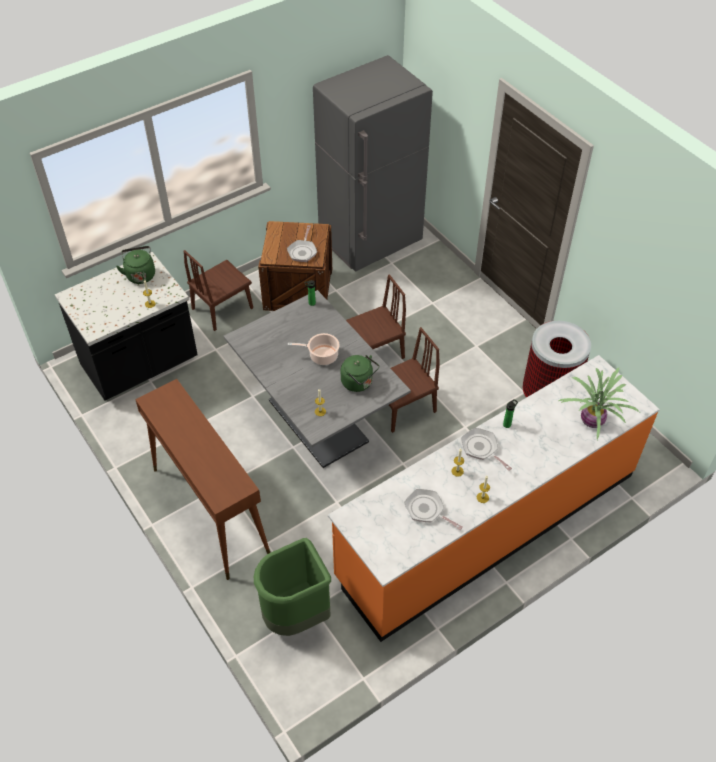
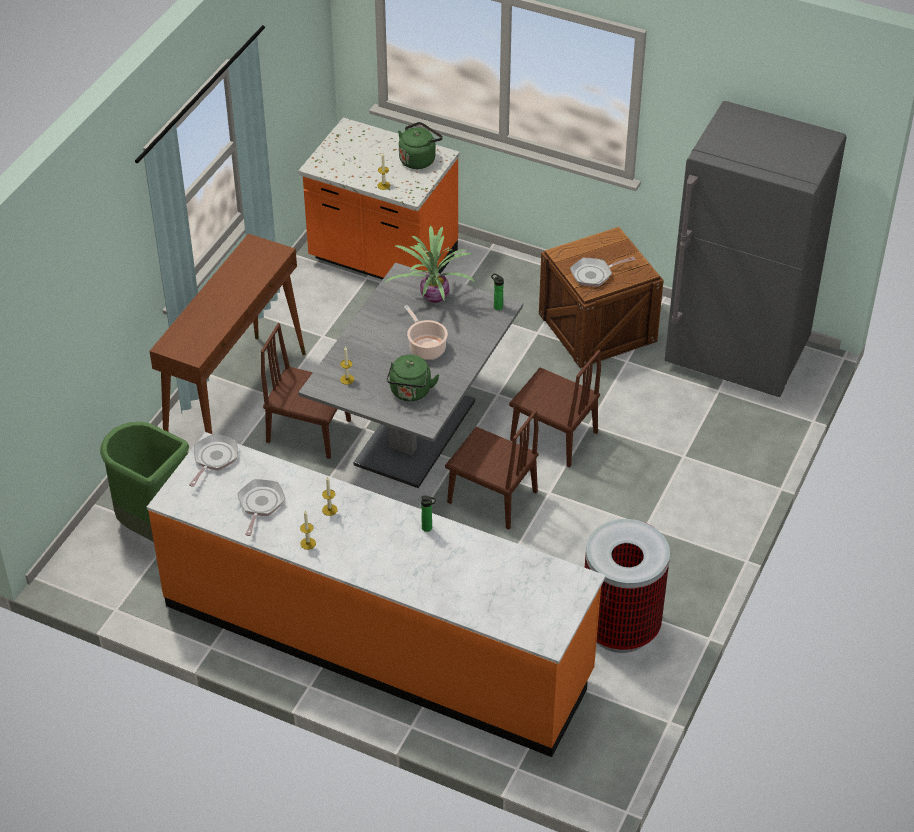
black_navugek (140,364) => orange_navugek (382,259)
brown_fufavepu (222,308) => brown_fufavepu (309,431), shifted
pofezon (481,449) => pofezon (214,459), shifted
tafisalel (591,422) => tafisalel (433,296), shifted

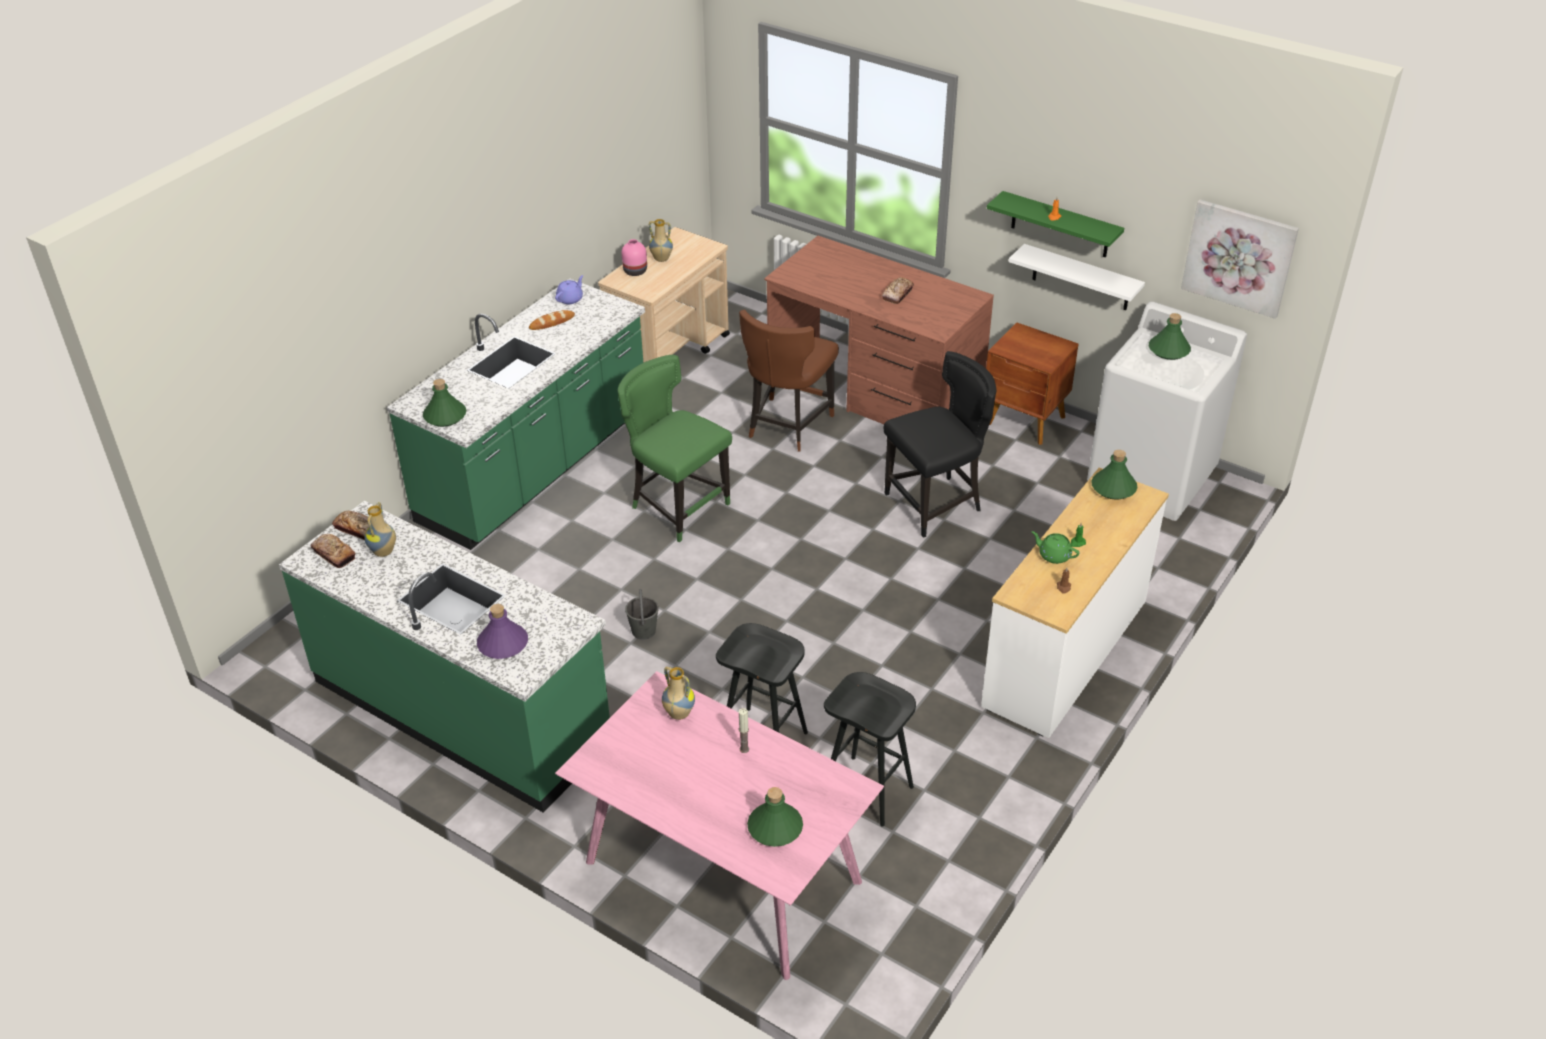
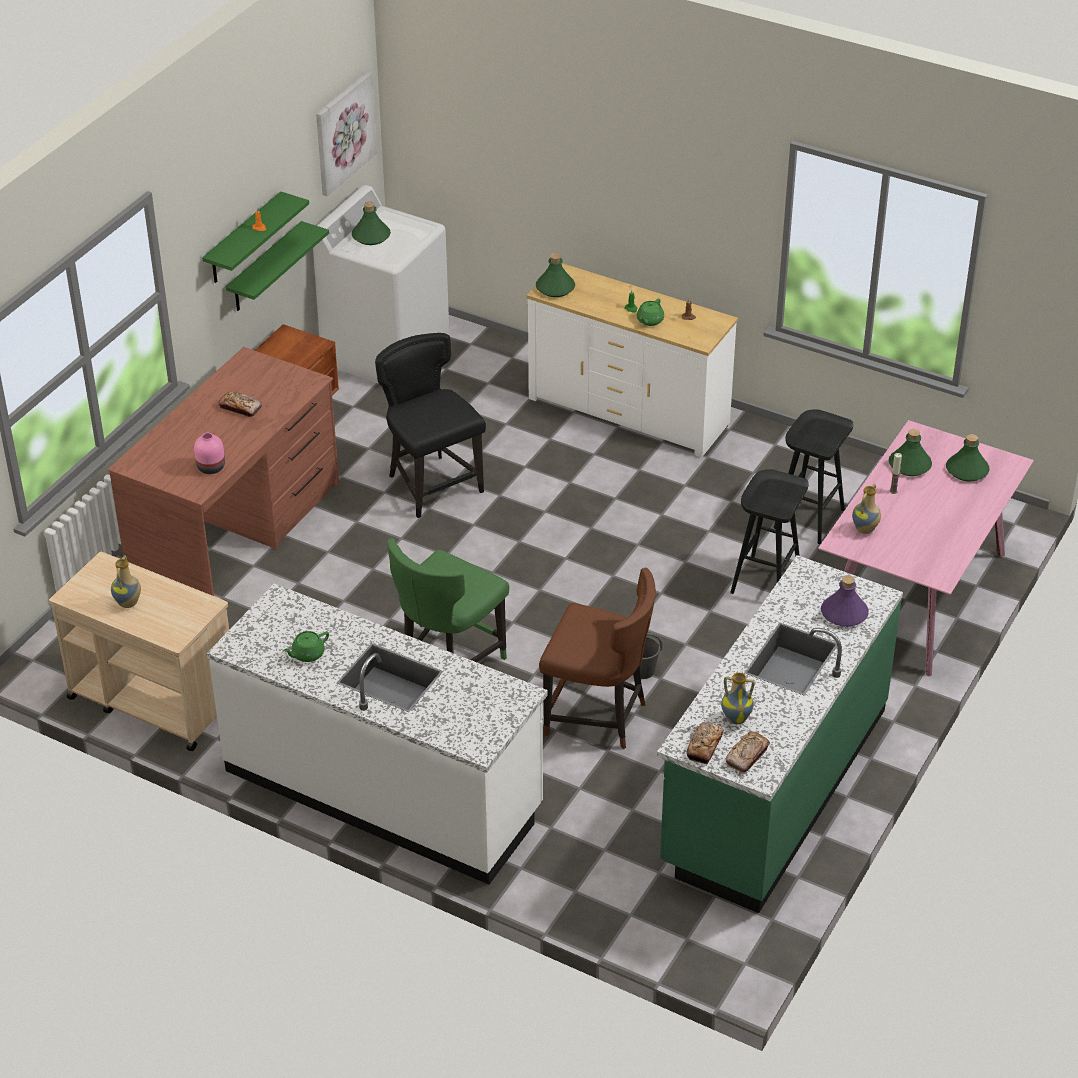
green_navugek (536,468) => white_navugek (384,790)
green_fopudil (445,416) => green_fopudil (909,465), shifted
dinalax (552,322) => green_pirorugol (307,654)
purple_pirorugol (570,299) => nothing
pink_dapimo (634,271) => pink_dapimo (211,468), shifted
brown_fufavepu (787,426) => brown_fufavepu (598,717), shifted
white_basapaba (1081,278) => green_basapaba (265,268)

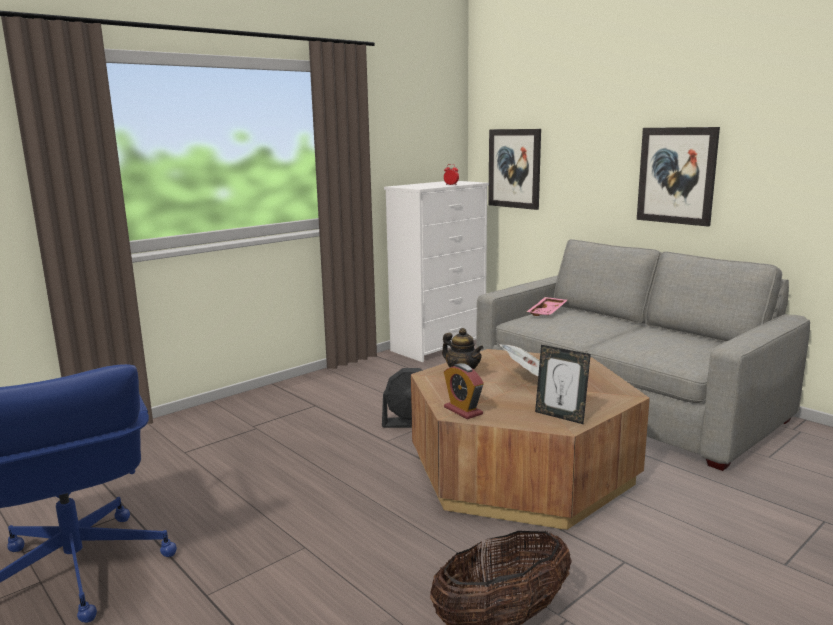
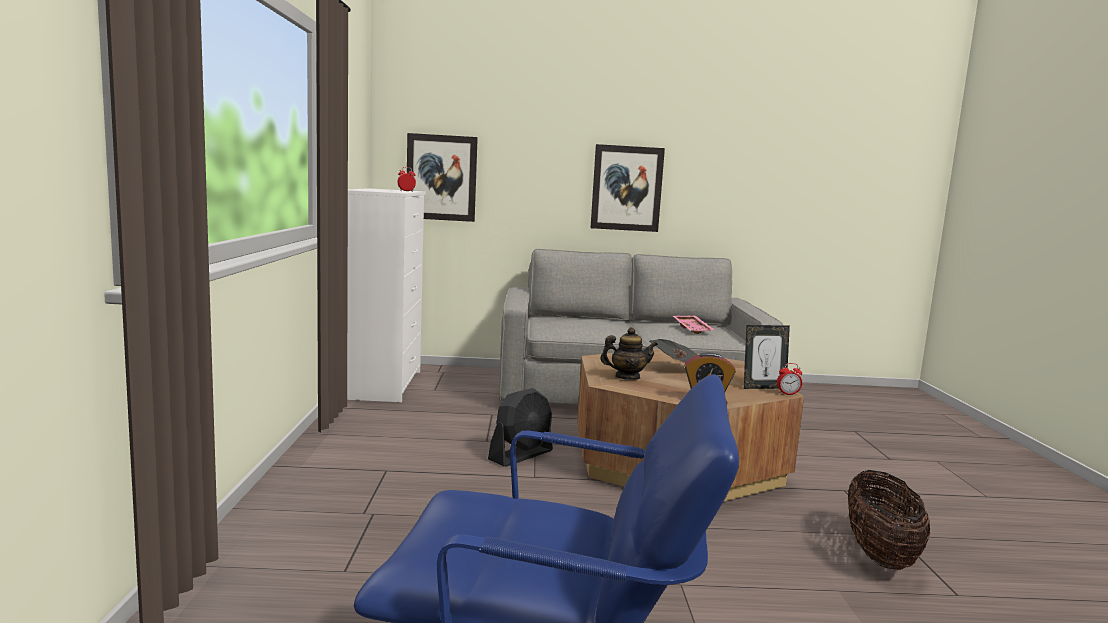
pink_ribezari (548,312) => pink_ribezari (693,329), shifted
nothing => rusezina (788,394)

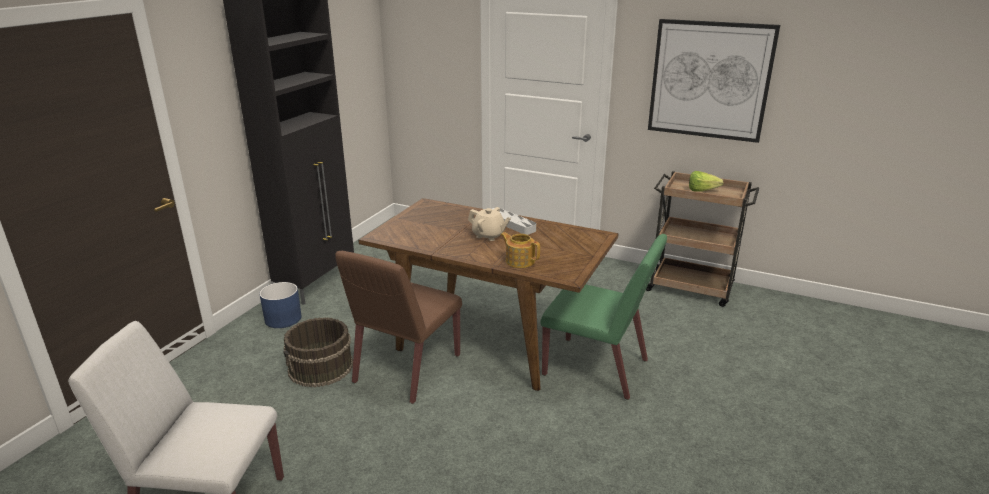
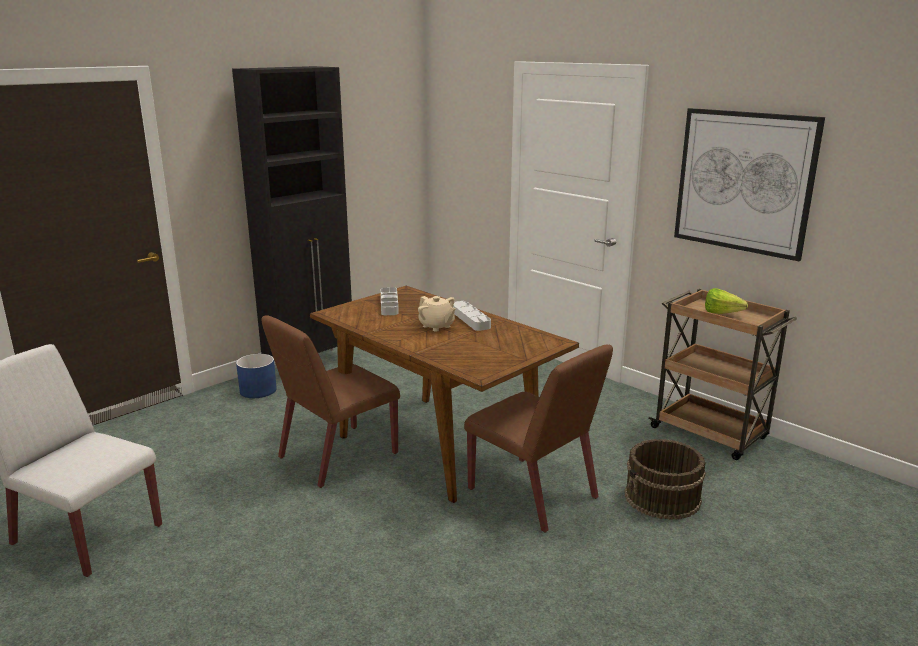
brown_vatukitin (321,368) => brown_vatukitin (662,498), shifted
pirorugol (519,261) => nothing
green_fufavepu (597,368) => brown_fufavepu (534,494)
nothing => grey_ribezari (389,304)

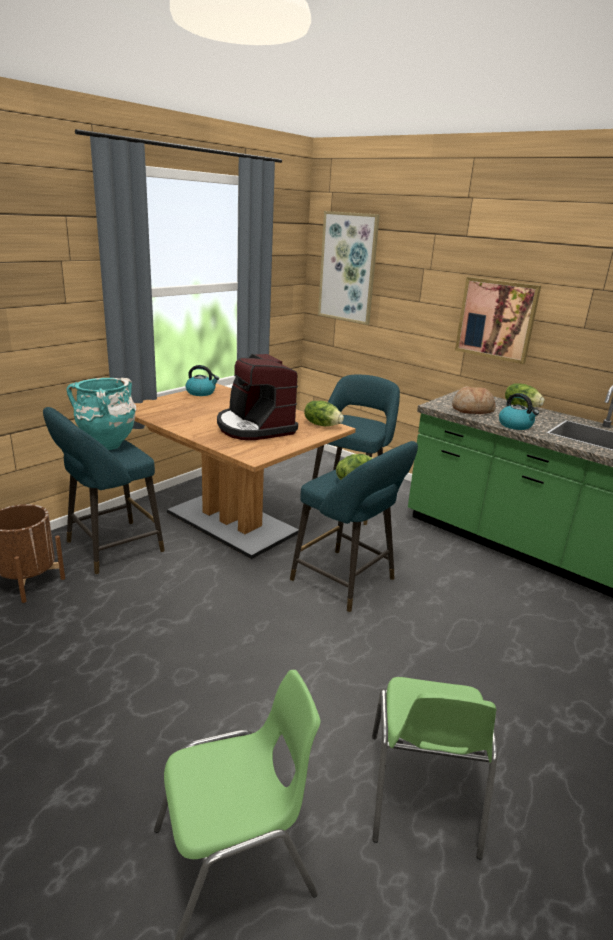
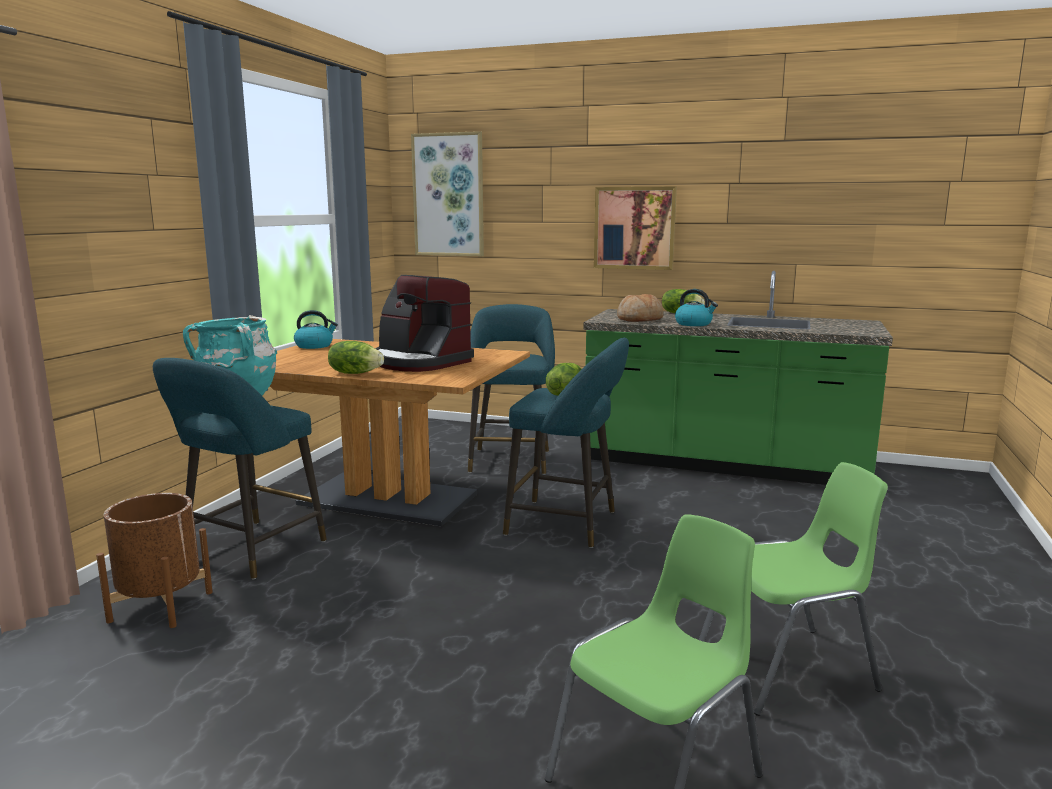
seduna (322,425) => seduna (355,373), shifted
green_fufavepu (422,794) => green_fufavepu (789,668), 90 degrees counterclockwise

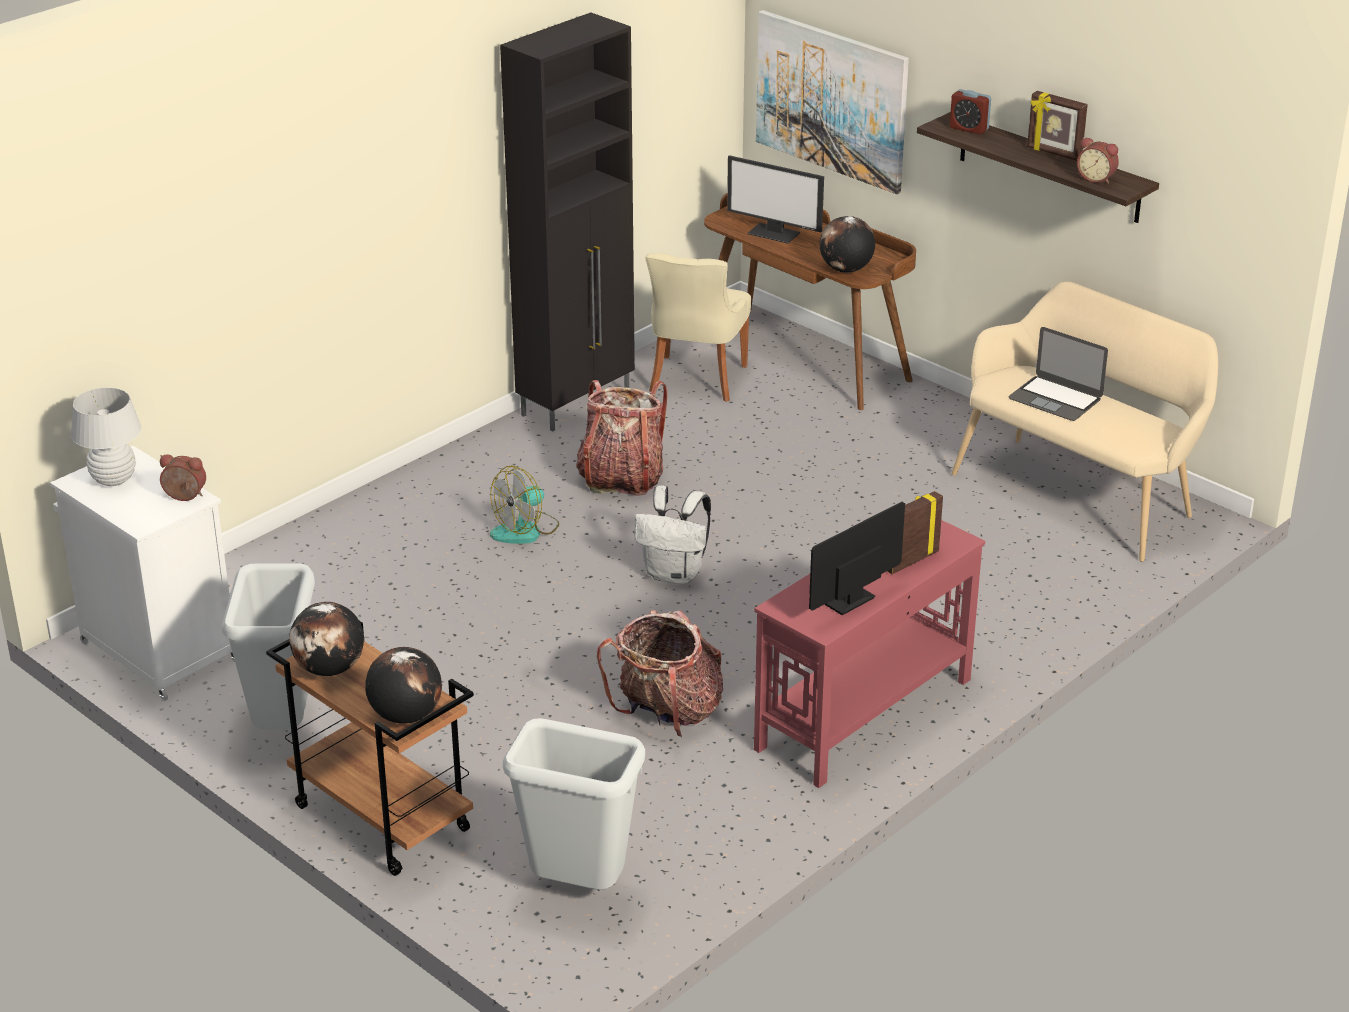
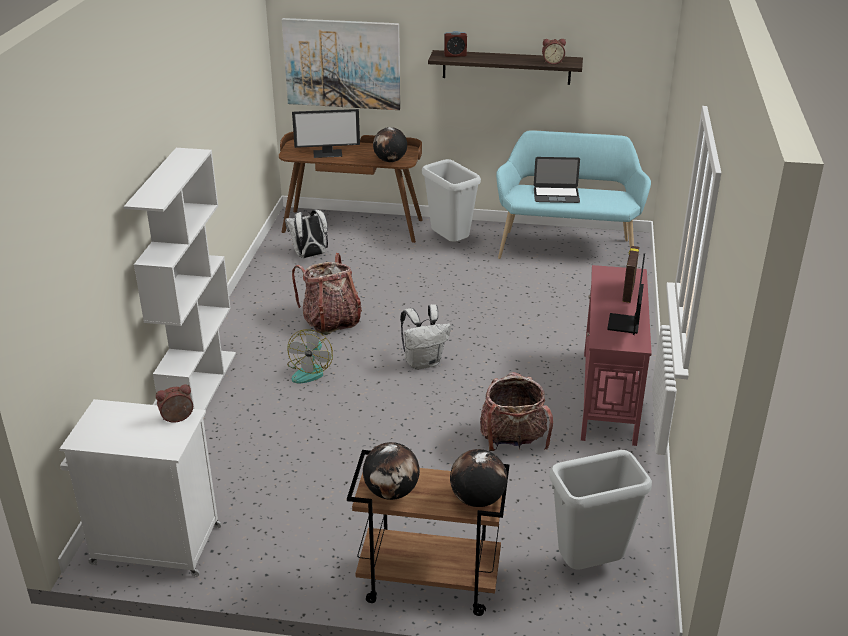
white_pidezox (113,479) => nothing
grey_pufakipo (285,726) => grey_pufakipo (450,243), shifted
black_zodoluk (577,403) => nothing
beige_fufavepu (696,380) => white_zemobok (310,255)
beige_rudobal (1080,493) => turquoise_rudobal (567,247)
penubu (1053,153) => nothing
nothing => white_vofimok (199,386)

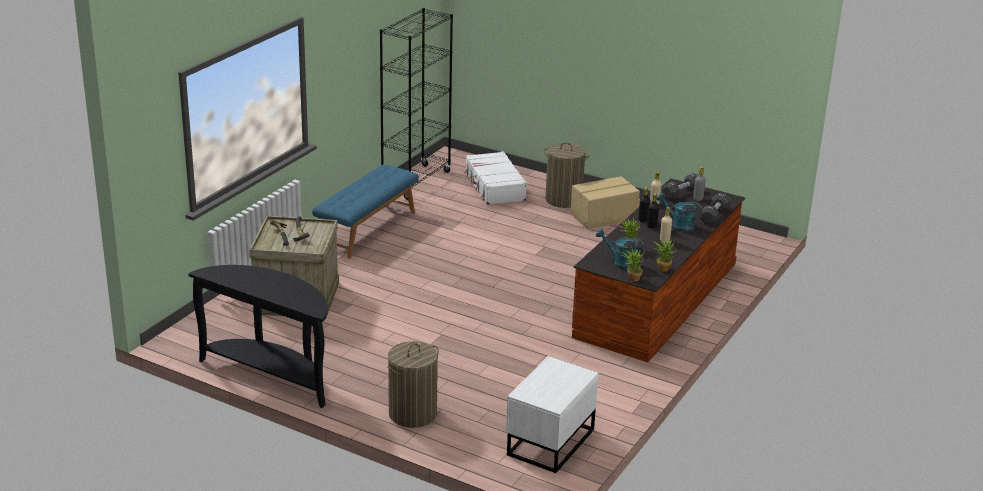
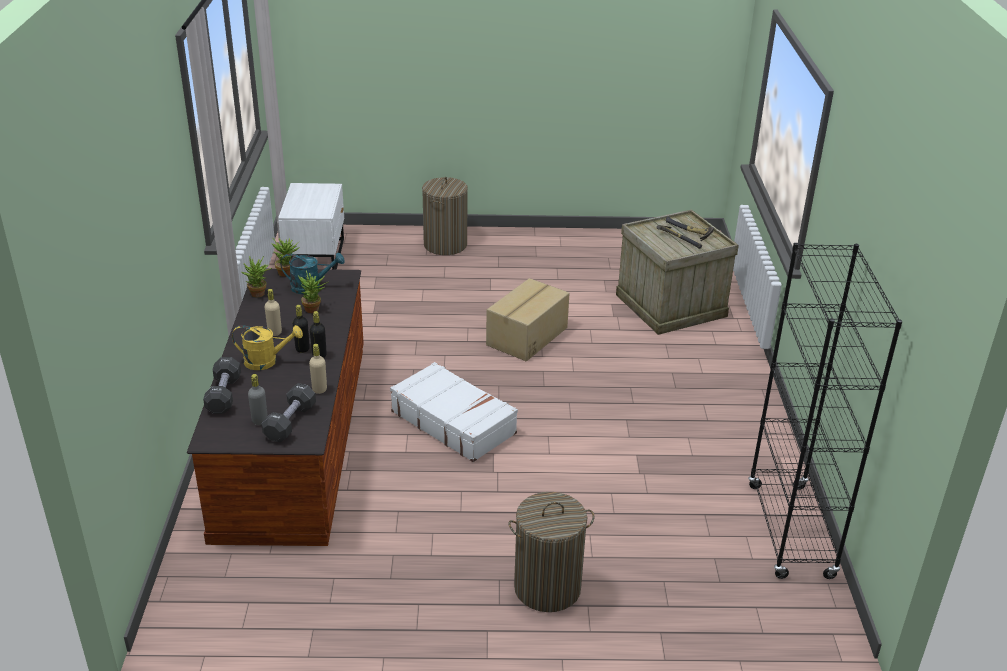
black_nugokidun (272,374) => nothing
blue_rudobal (366,229) => nothing
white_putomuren (494,187) => white_putomuren (453,422), shifted
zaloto (604,216) => zaloto (526,336), shifted
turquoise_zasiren (679,225) => yellow_zasiren (267,361)

